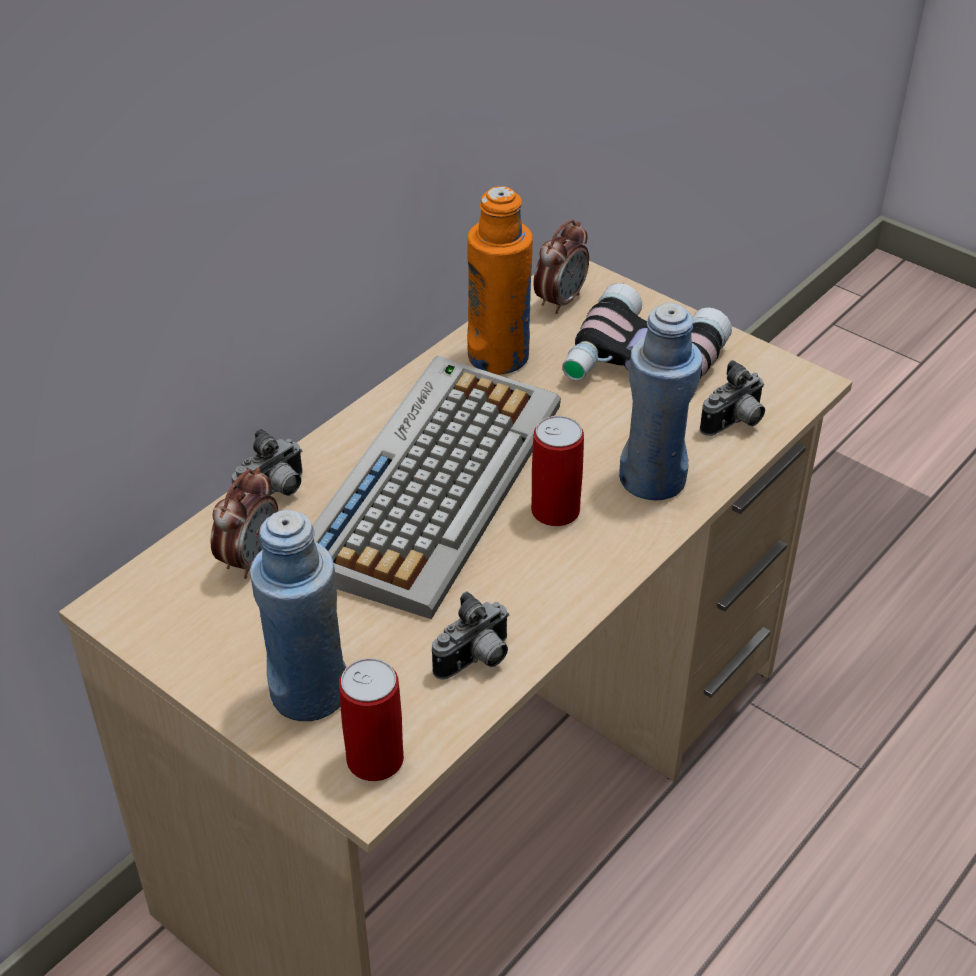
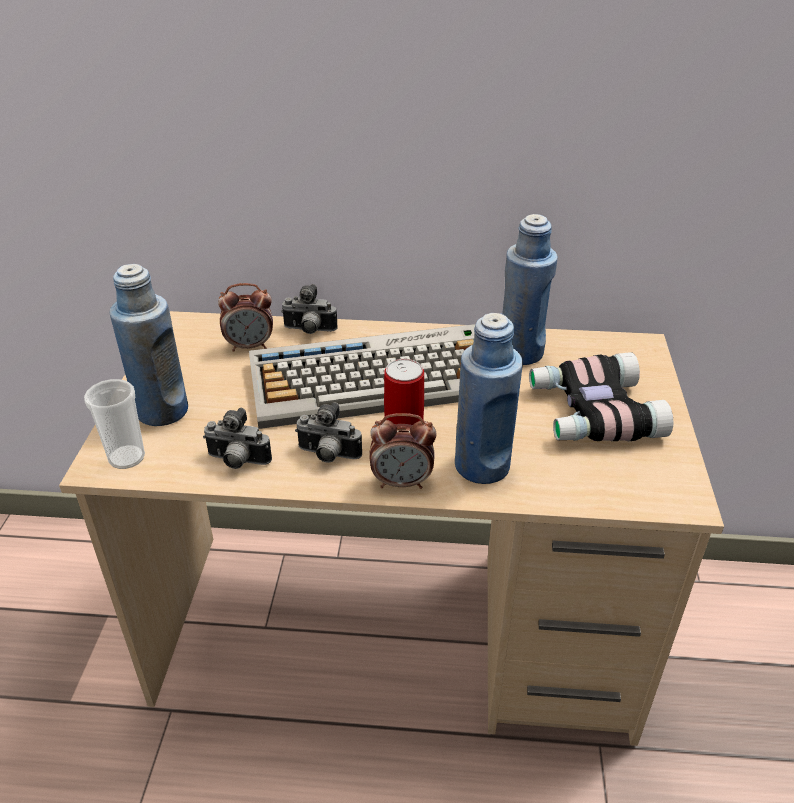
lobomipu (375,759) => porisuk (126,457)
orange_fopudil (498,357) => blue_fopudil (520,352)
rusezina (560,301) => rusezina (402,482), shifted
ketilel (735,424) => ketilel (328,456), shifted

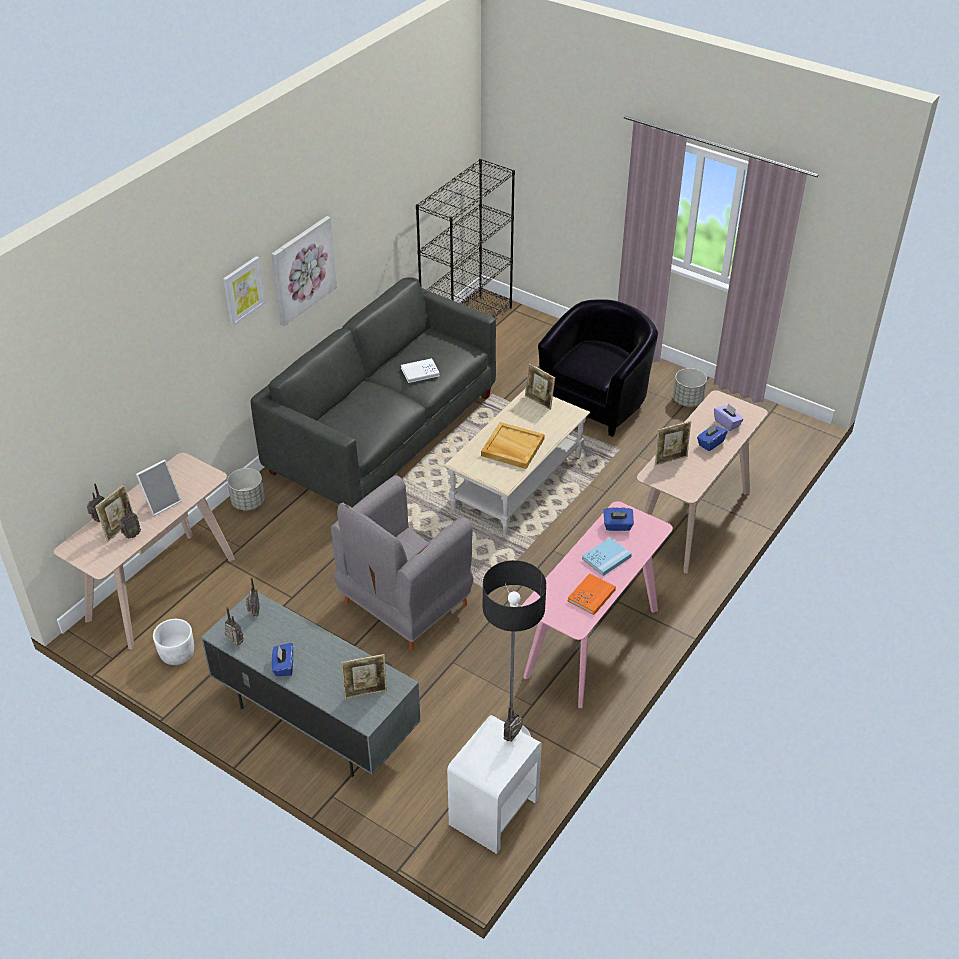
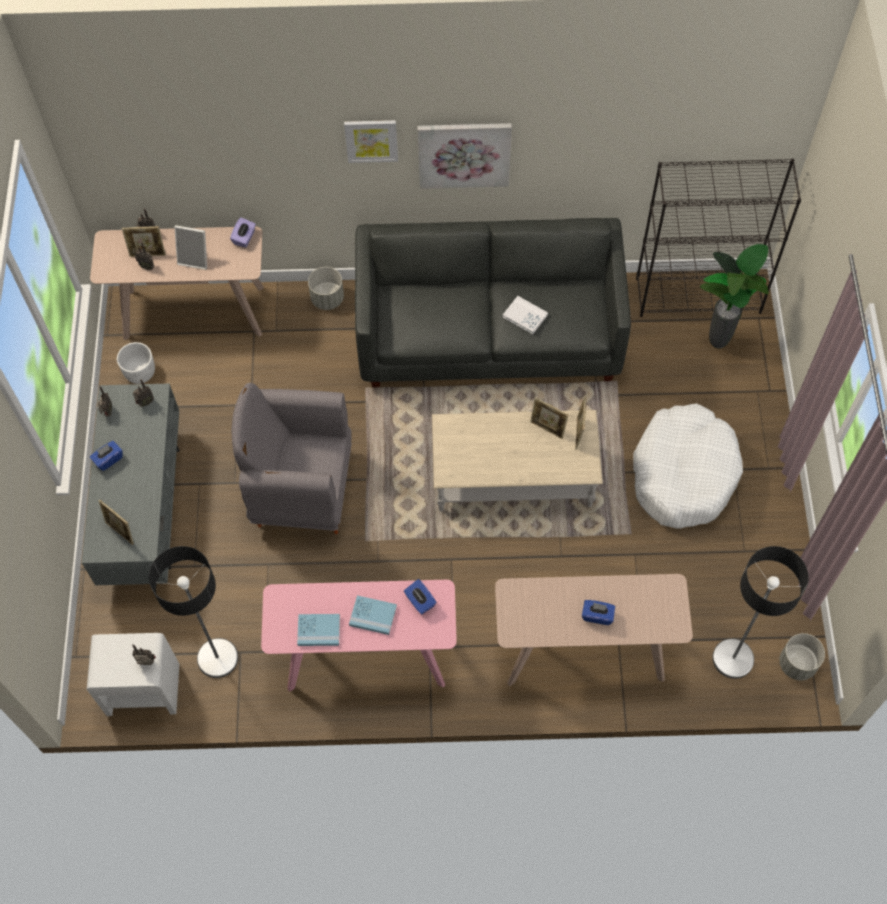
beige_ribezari (512,447) => nothing
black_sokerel (597,401) => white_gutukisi (683,473)
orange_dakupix (591,595) => blue_dakupix (318,630)
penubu (670,459) => penubu (547,429), shifted
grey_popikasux (687,401) => grey_popikasux (797,664), shifted
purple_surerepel (727,423) => purple_surerepel (244,238), shifted
nothing => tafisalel (719,342)
nothing => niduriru (733,659)

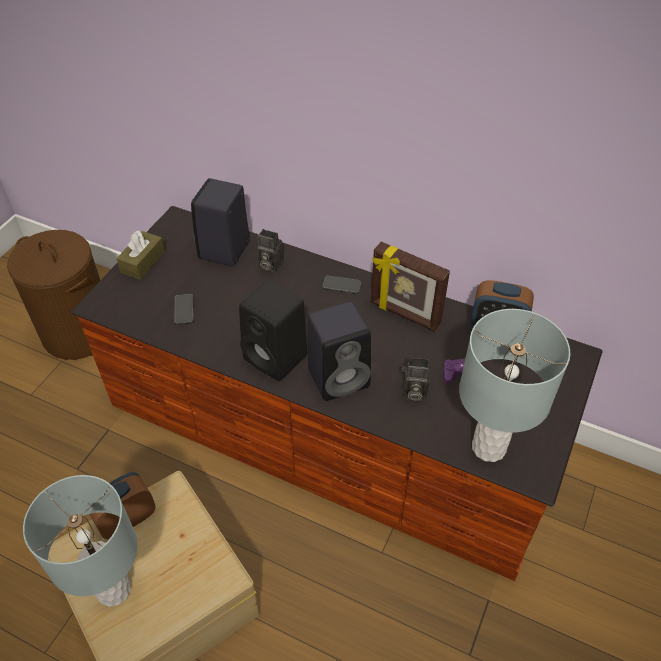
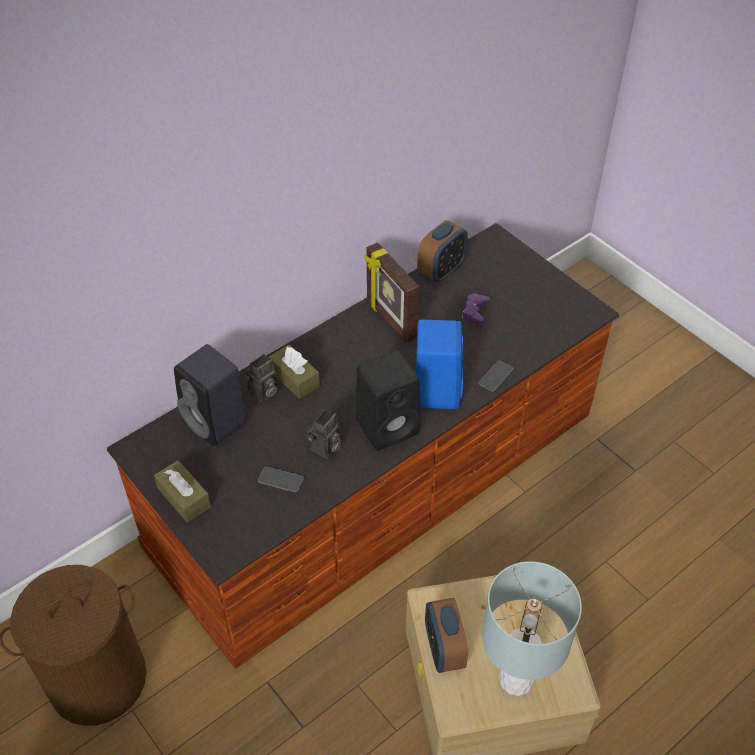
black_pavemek (340,377) => blue_pavemek (436,389)
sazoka (342,285) => sazoka (495,377), shifted
penubu (404,314) => penubu (390,320), 90 degrees clockwise
ketilel (412,392) => ketilel (325,448), shifted
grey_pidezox (489,447) => nothing
nothing => brown_surerepel (294,378)

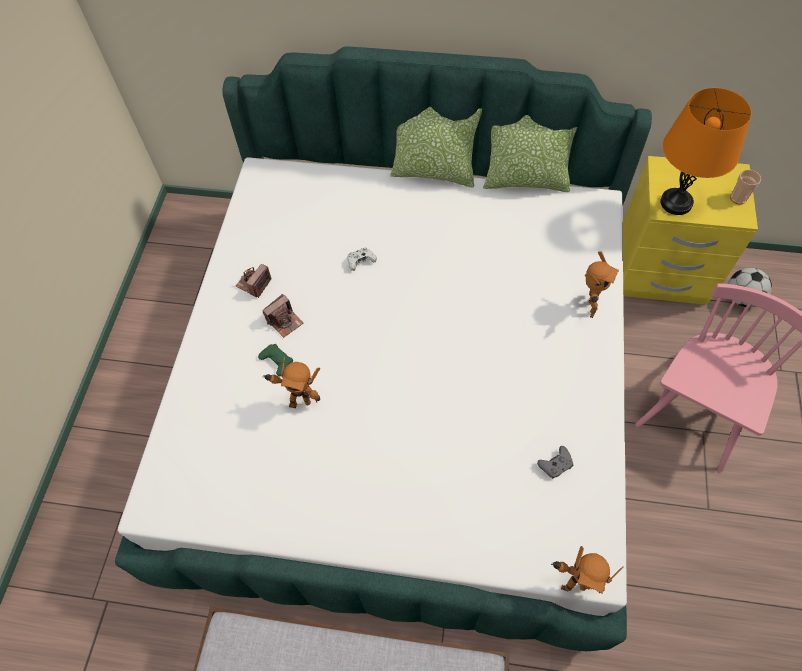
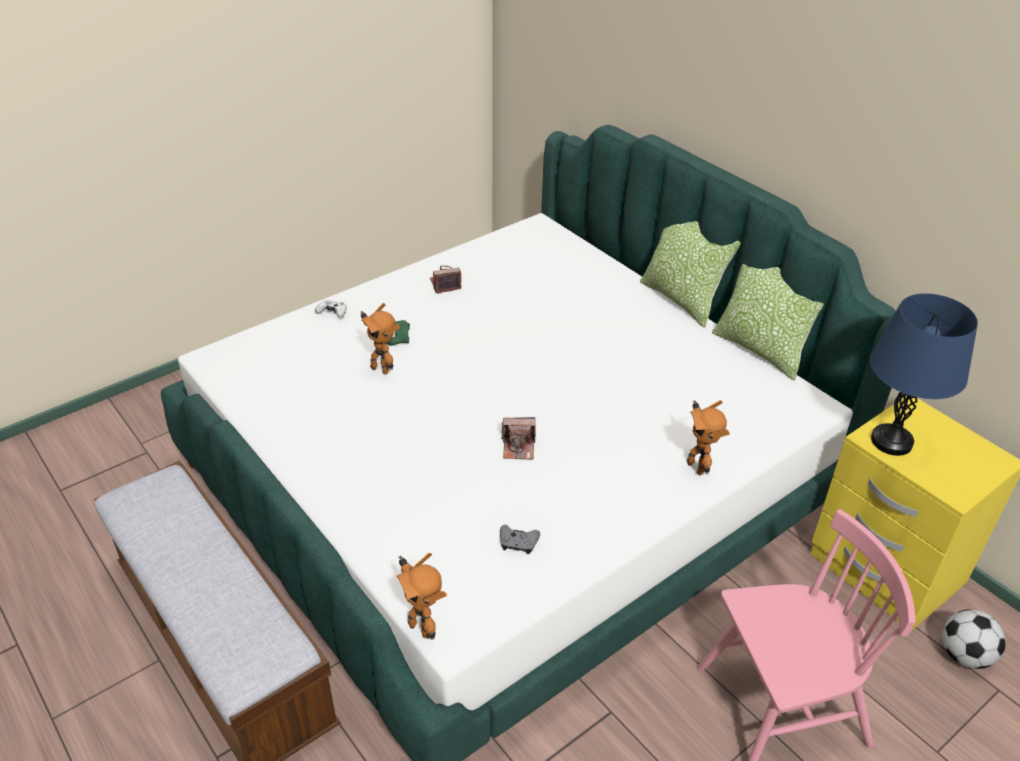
ketilel (285,321) => ketilel (519,447), shifted
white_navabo (361,261) => white_navabo (333,313), shifted
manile (588,309) => manile (697,466), 105 degrees clockwise
orange_pidezox (676,203) => blue_pidezox (891,441)
porisuk (738,198) => nothing

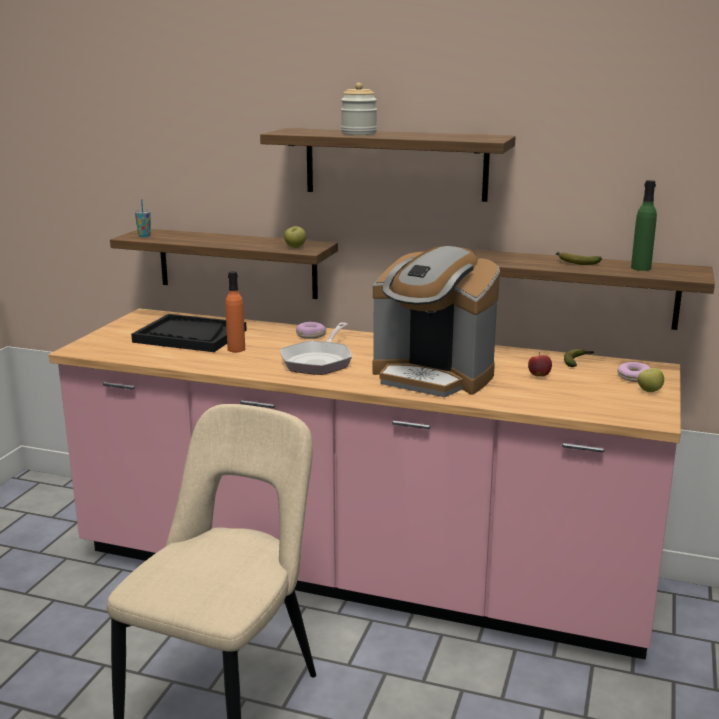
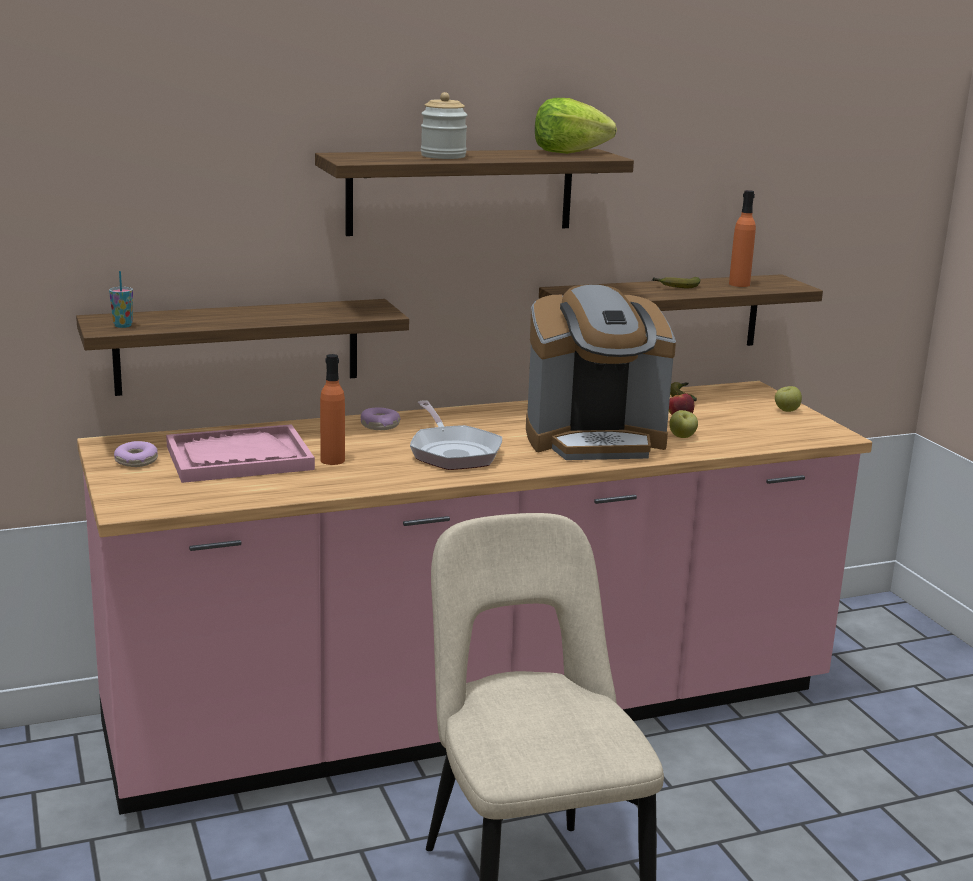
black_ribezari (190,336) => pink_ribezari (239,458)
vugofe (295,247) => vugofe (682,437), shifted
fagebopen (634,377) => fagebopen (136,461), shifted
green_fopudil (640,268) => orange_fopudil (739,284)
nothing => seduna (568,152)

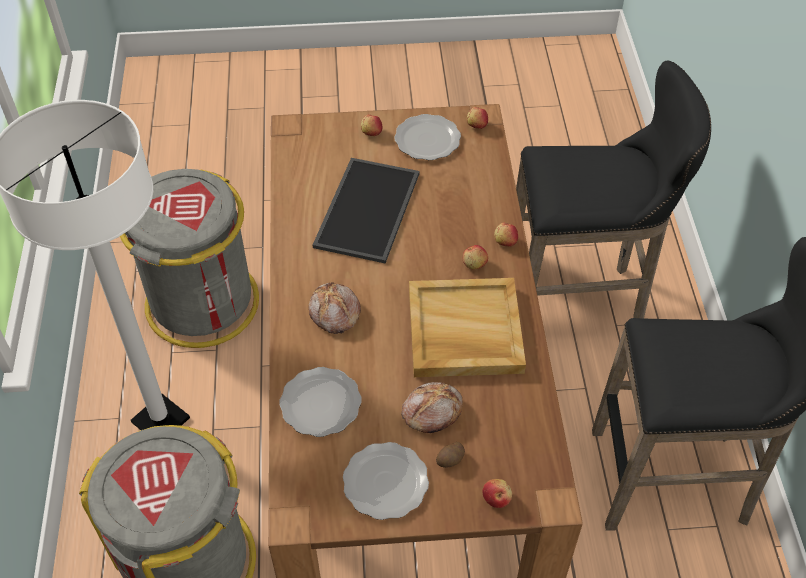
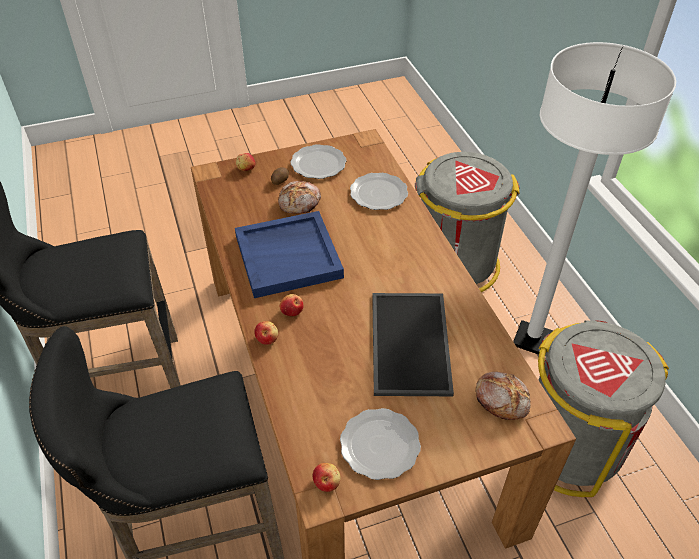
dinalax (334,313) => dinalax (502,399), shifted
vugofe (371,132) => nothing
beige_ribezari (463,331) => blue_ribezari (289,256)

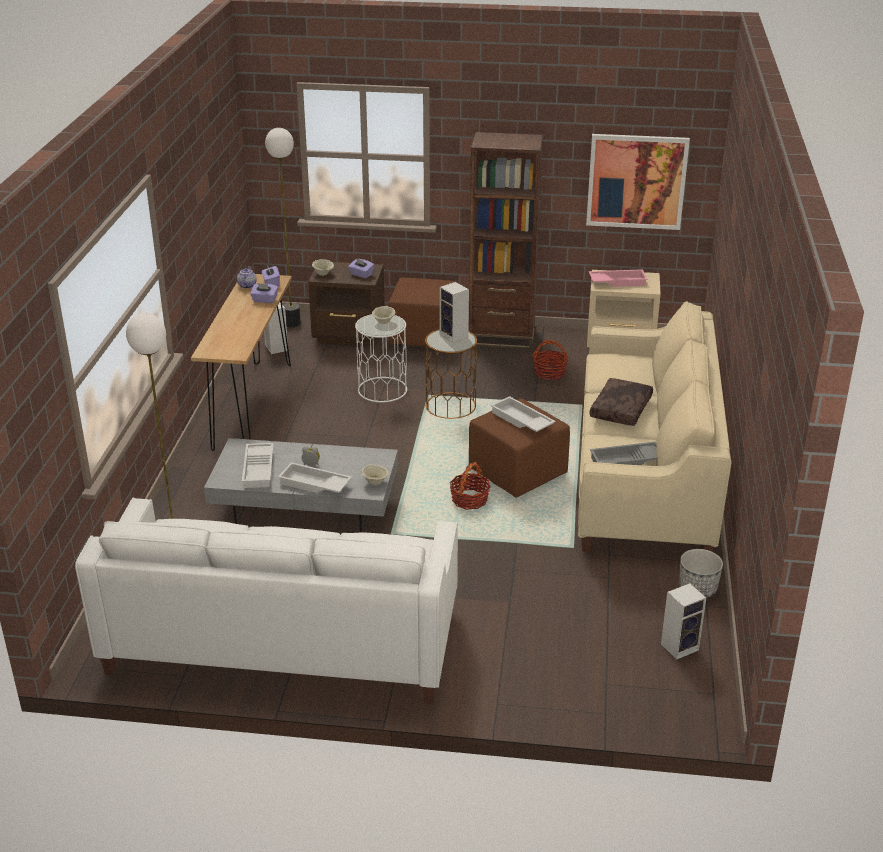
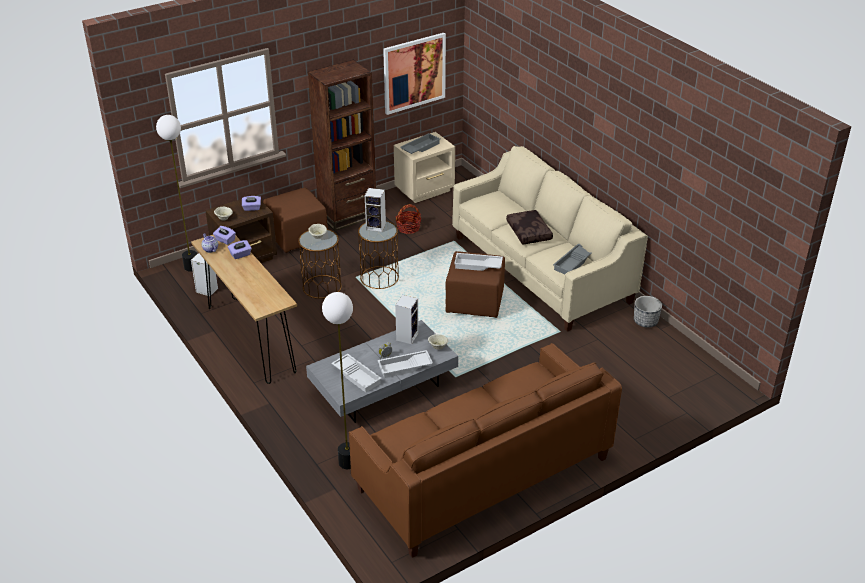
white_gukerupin (282,640) => brown_gukerupin (483,474)
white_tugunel (382,389) => brown_tugunel (322,287)
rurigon (469,500) => nothing
pink_ribezari (617,281) => grey_ribezari (420,147)
pavemek (680,646) => pavemek (407,336), shifted

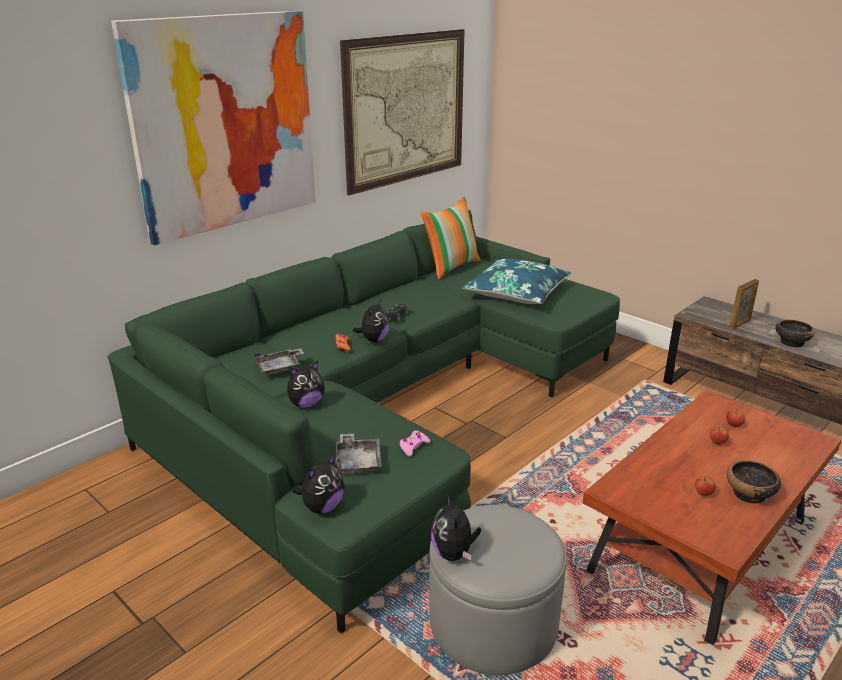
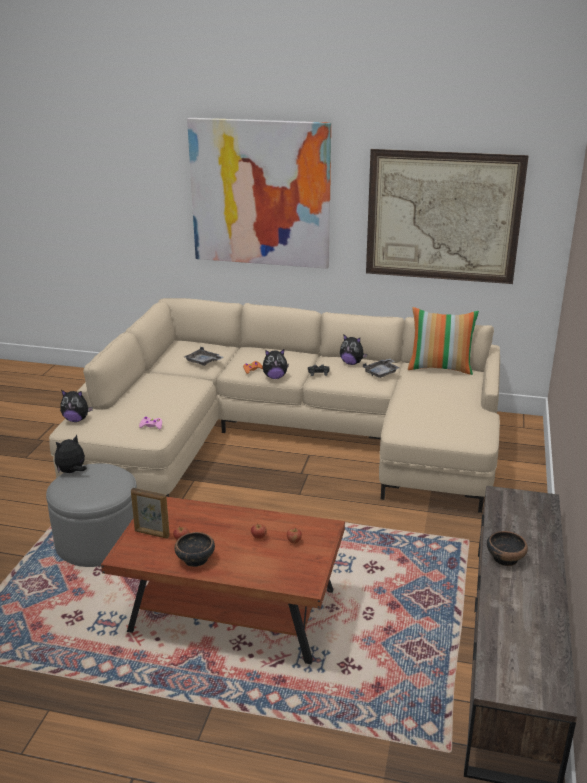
green_gukerupin (384,407) => beige_gukerupin (287,436)
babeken (306,404) => babeken (352,363), shifted
grey_ribezari (358,461) => grey_ribezari (382,372), shifted
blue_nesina (517,292) => nothing
penubu (740,324) => penubu (152,534), shifted

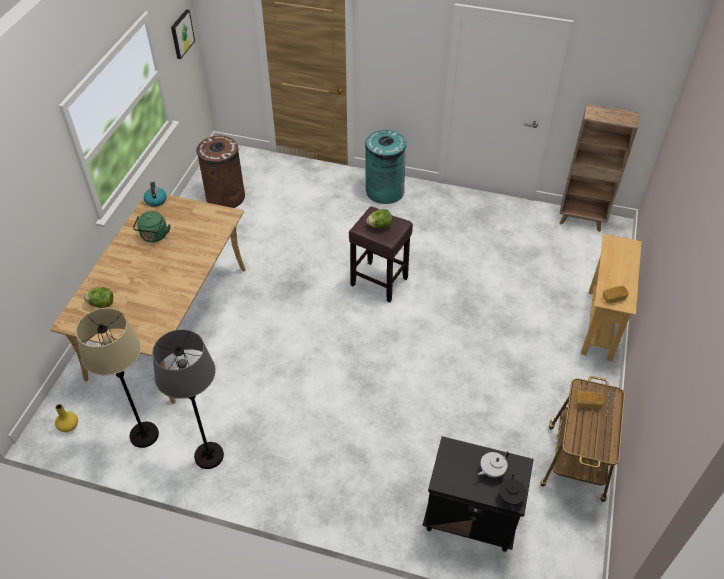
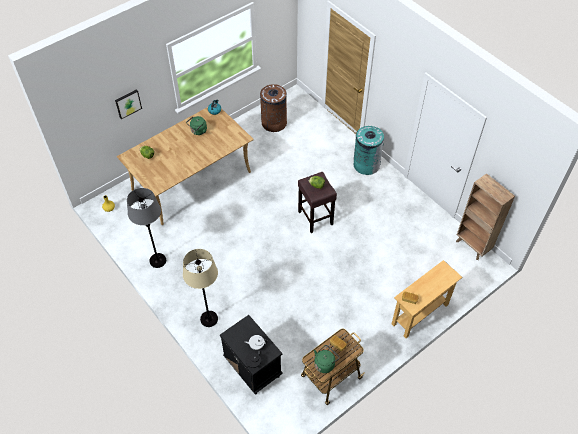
beige_niduriru (144,435) => beige_niduriru (209,319), shifted
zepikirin (181,34) => zepikirin (128,103), shifted
nothing => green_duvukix (325,363)

